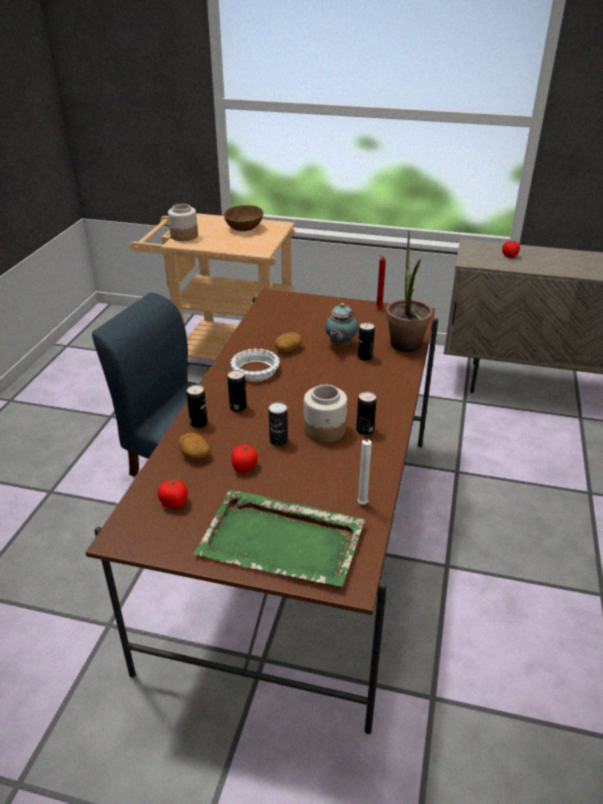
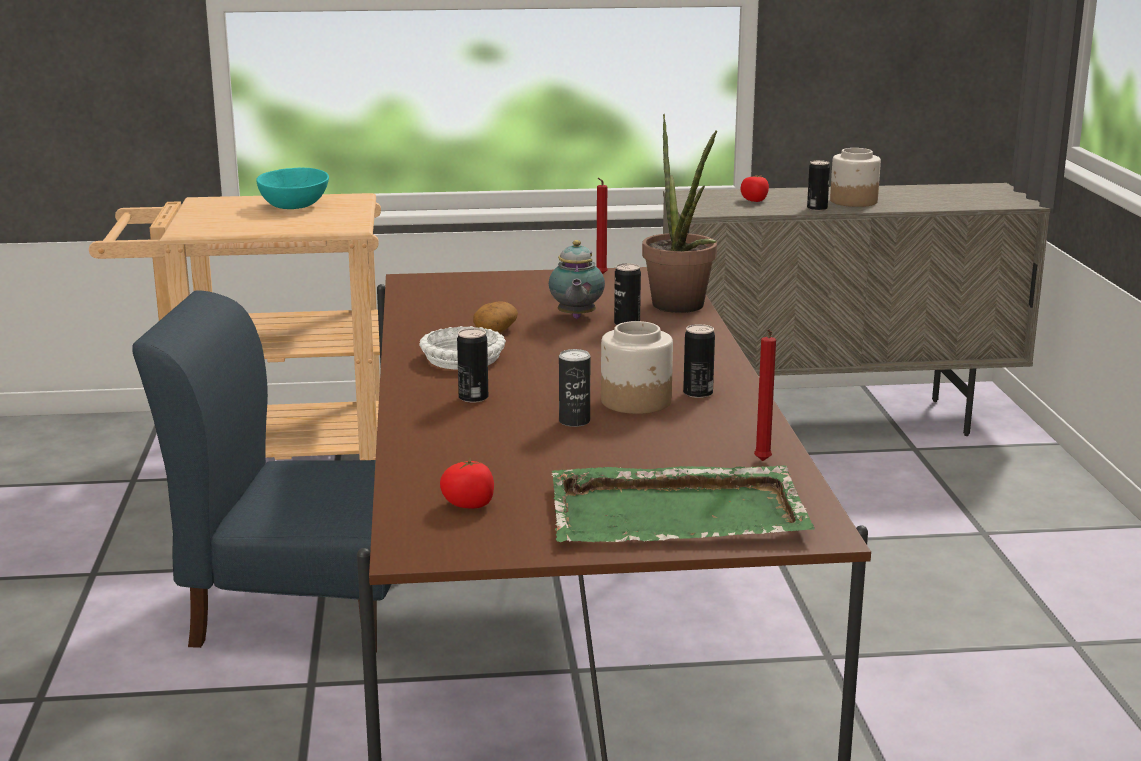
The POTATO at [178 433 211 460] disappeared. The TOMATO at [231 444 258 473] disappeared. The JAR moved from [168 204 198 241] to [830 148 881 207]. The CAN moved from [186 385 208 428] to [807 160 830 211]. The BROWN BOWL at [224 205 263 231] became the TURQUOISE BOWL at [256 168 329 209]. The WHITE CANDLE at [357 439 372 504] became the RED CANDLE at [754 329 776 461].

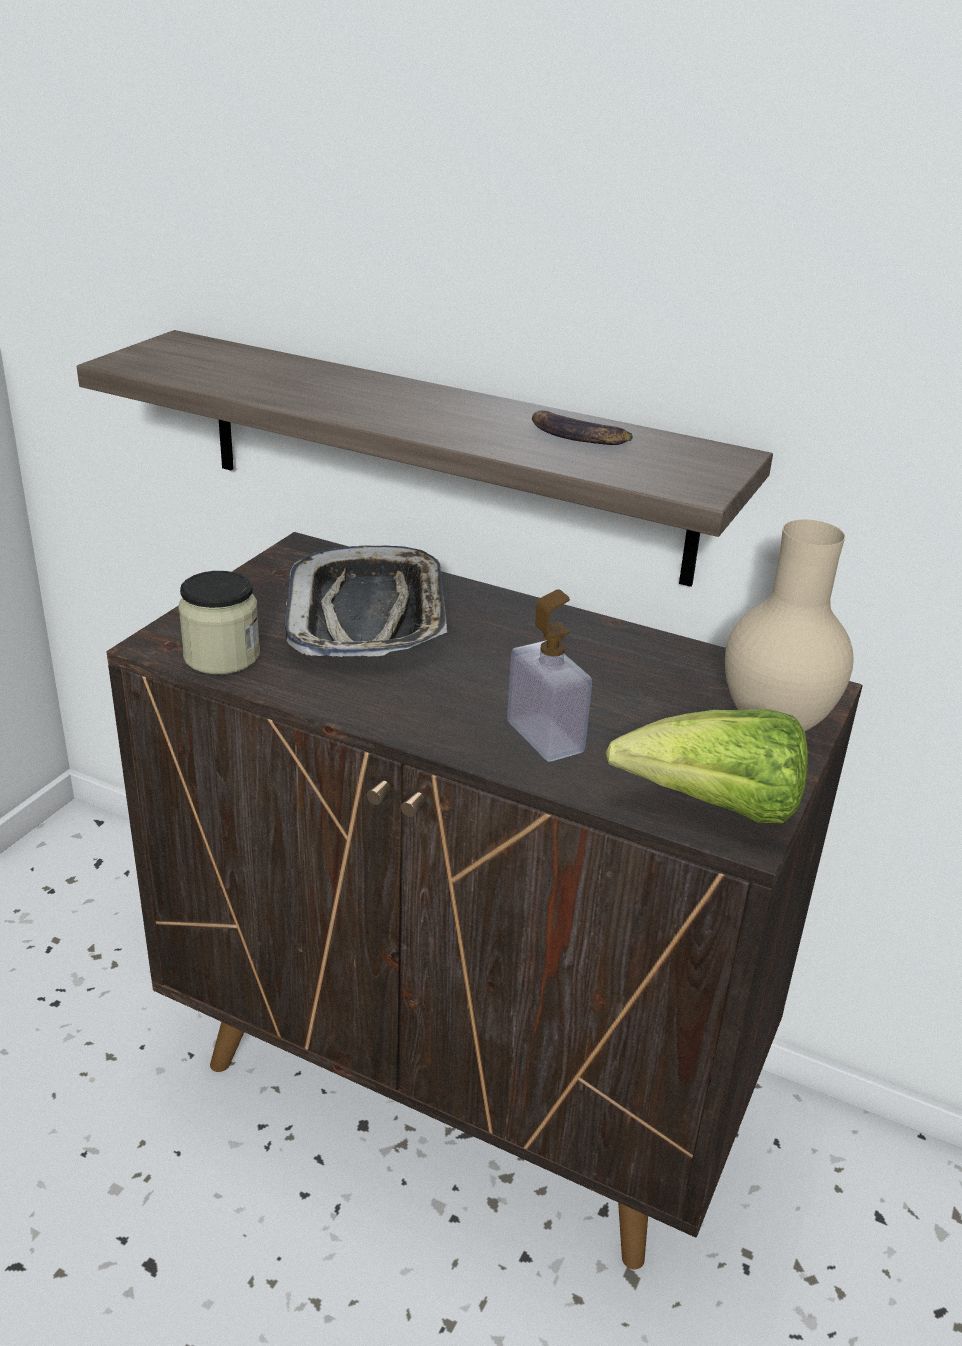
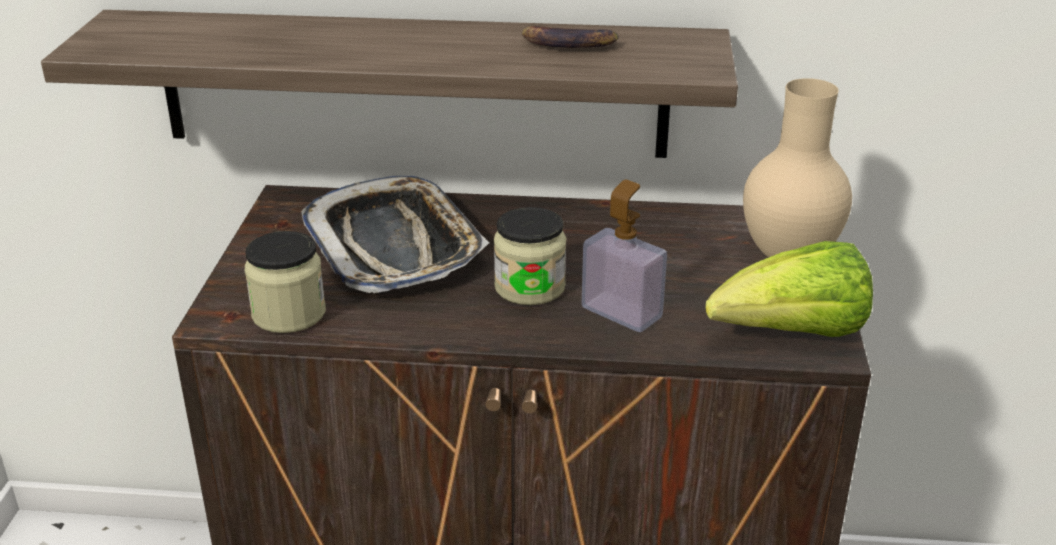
The JAR at [494 207 566 305] appeared.

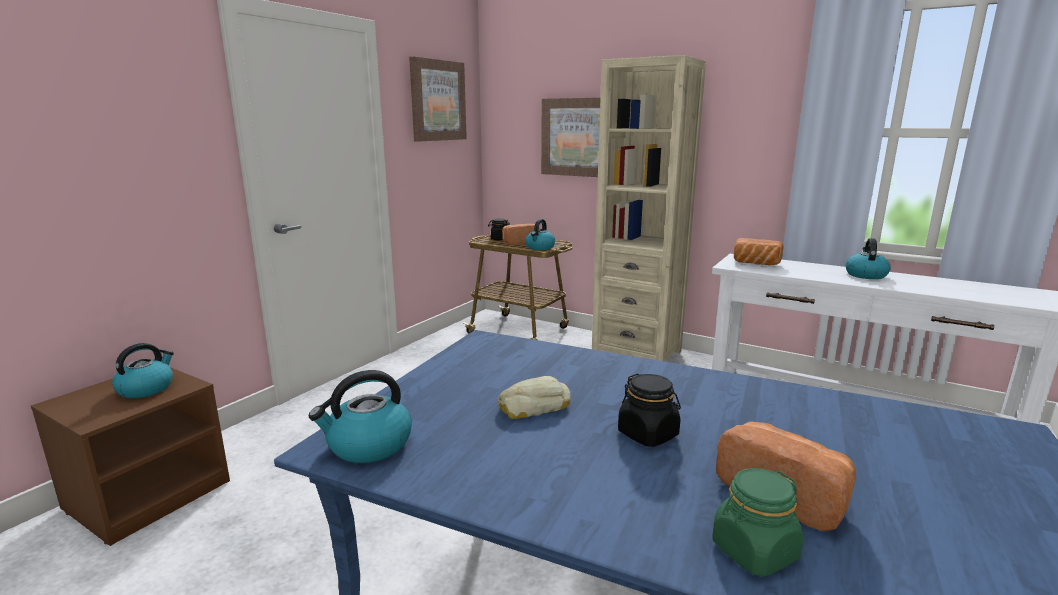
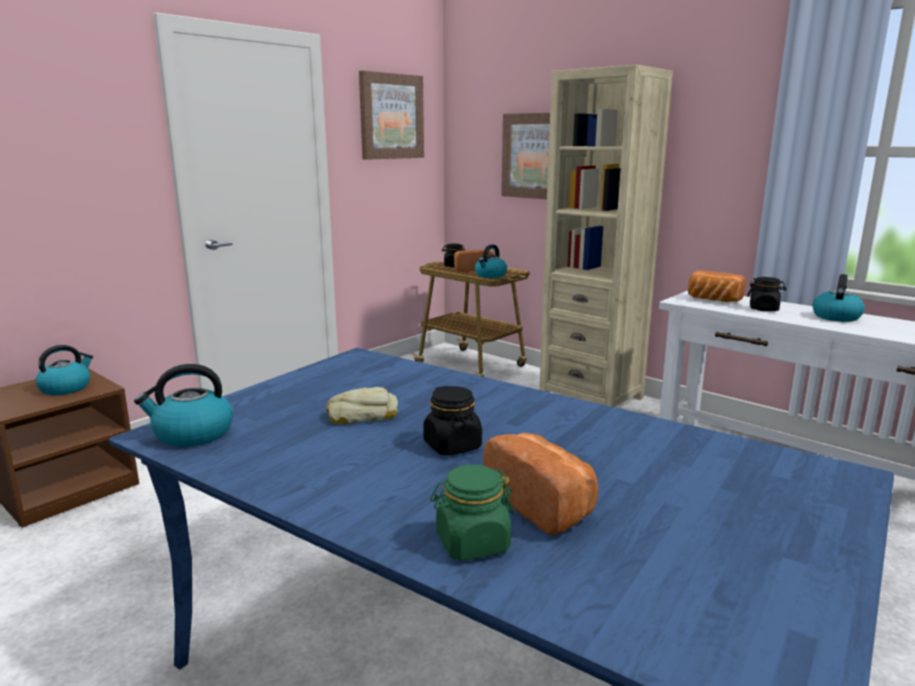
The BLACK JAR at [747 277 787 311] appeared.

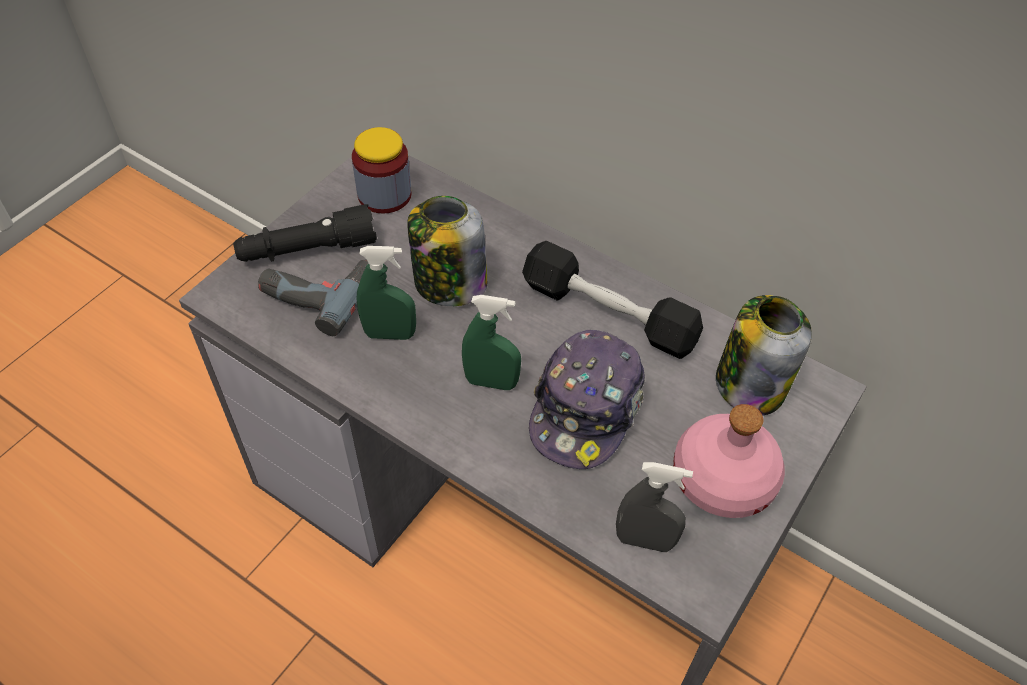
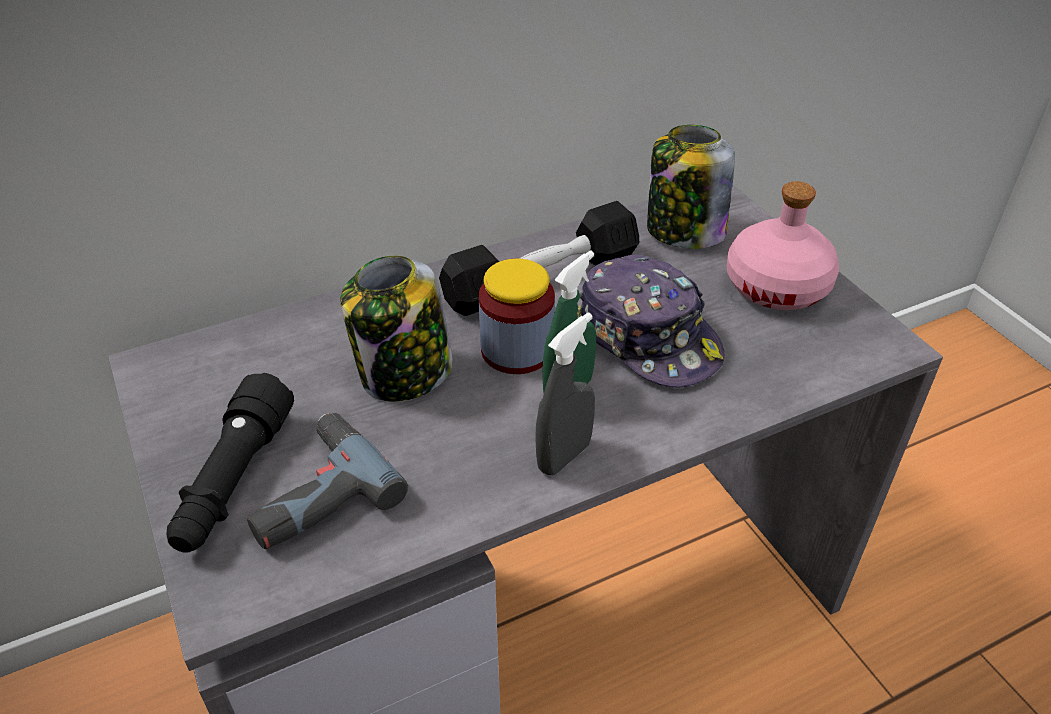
The GREEN SPRAY BOTTLE at [357 246 416 340] disappeared. The JAR moved from [352 127 412 214] to [479 258 555 374]. The GREY SPRAY BOTTLE moved from [616 462 693 552] to [535 312 595 475].

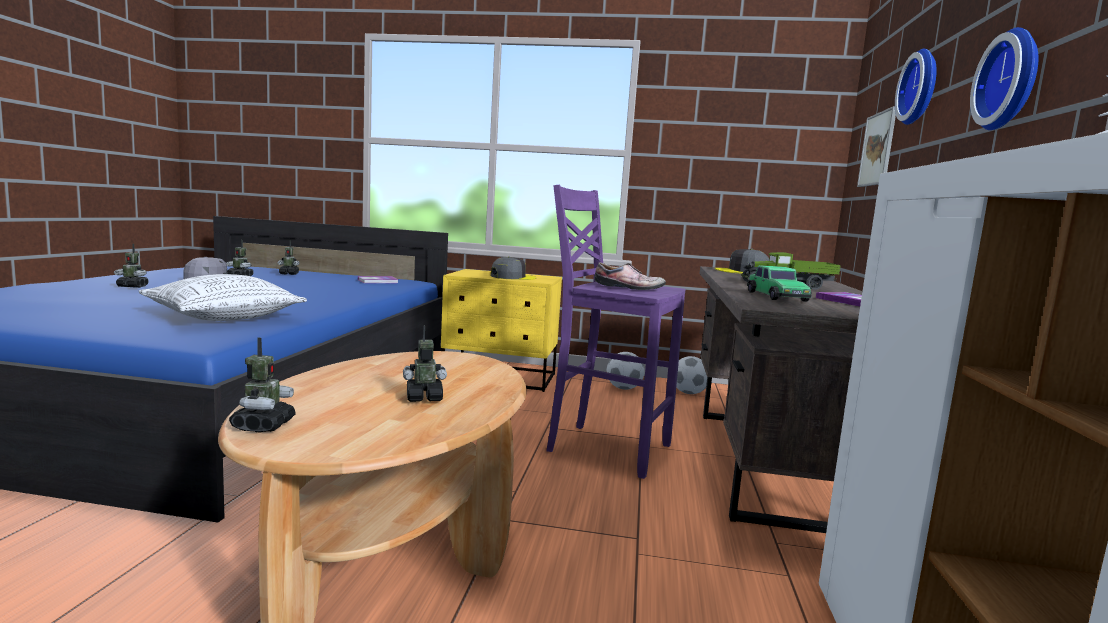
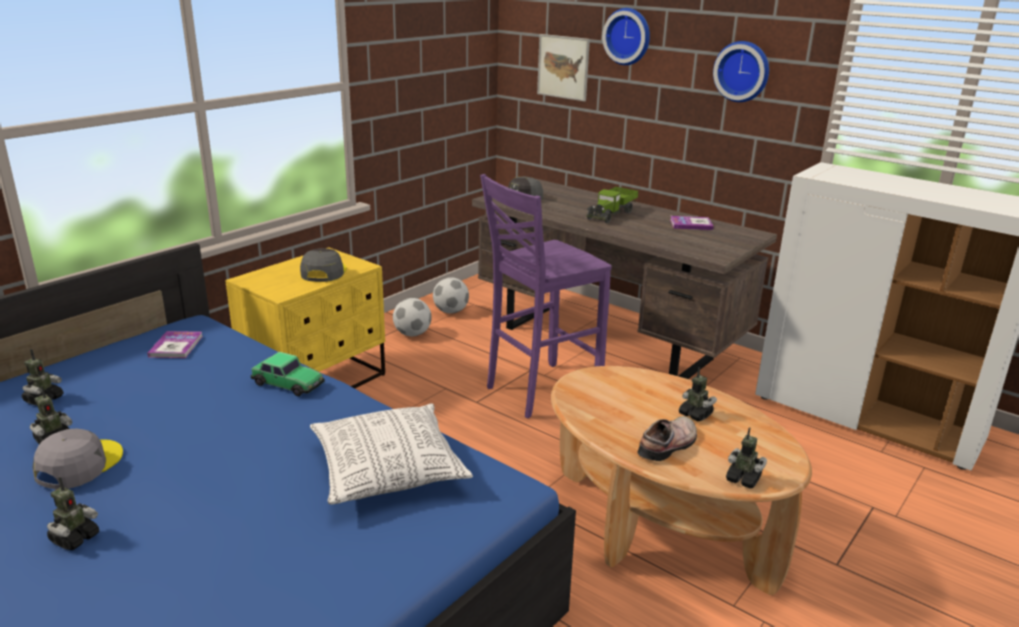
The SHOE moved from [594 262 666 290] to [638 416 697 461]. The TOY CAR moved from [747 265 812 302] to [251 352 325 396]. The TOY ROBOT at [403 325 447 402] turned 120 degrees clockwise.

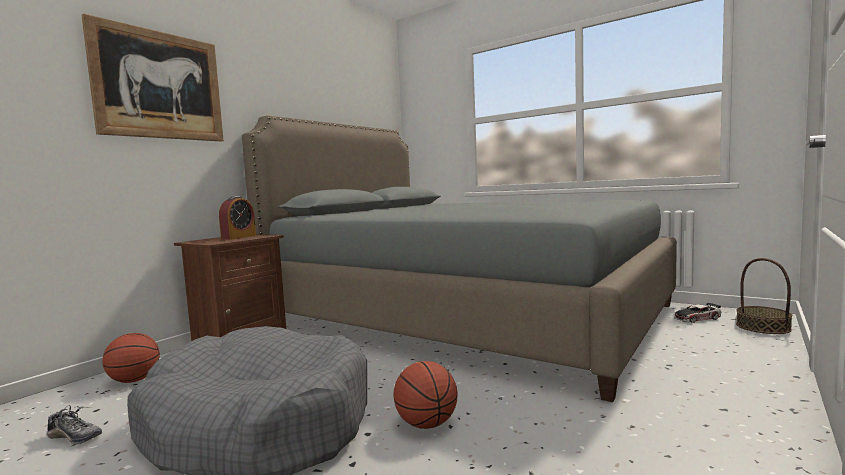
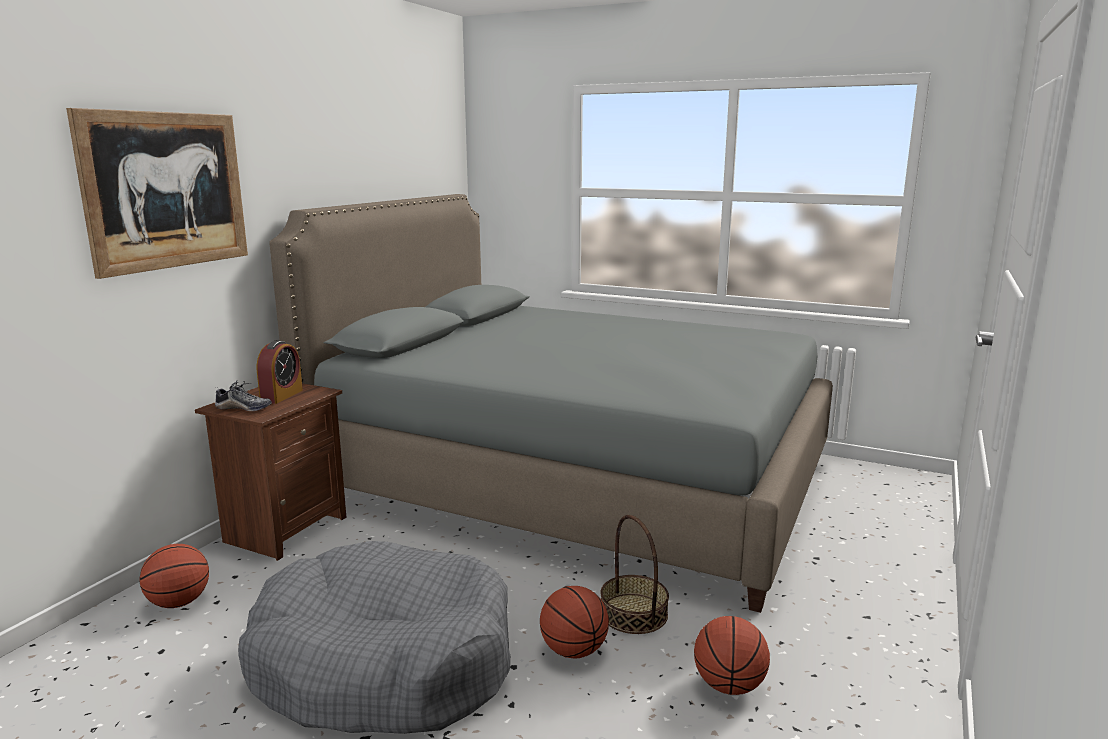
The TOY CAR at [674 303 721 323] disappeared. The BASKETBALL at [694 616 770 695] appeared. The SHOE moved from [47 405 102 444] to [214 380 272 411]. The BASKET moved from [736 258 792 334] to [600 515 669 634].

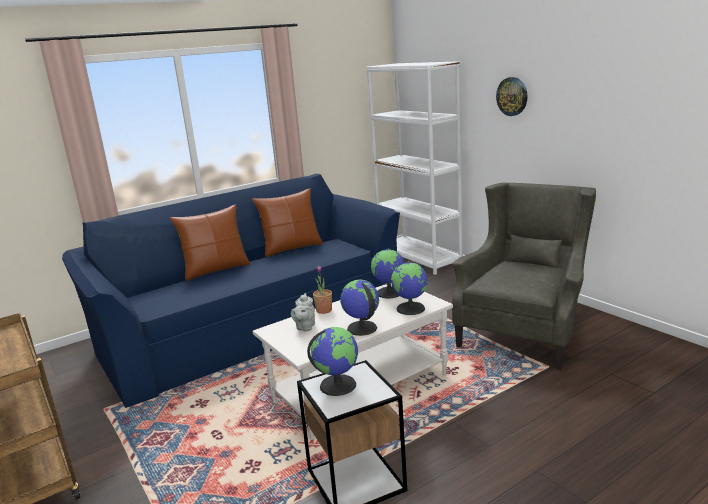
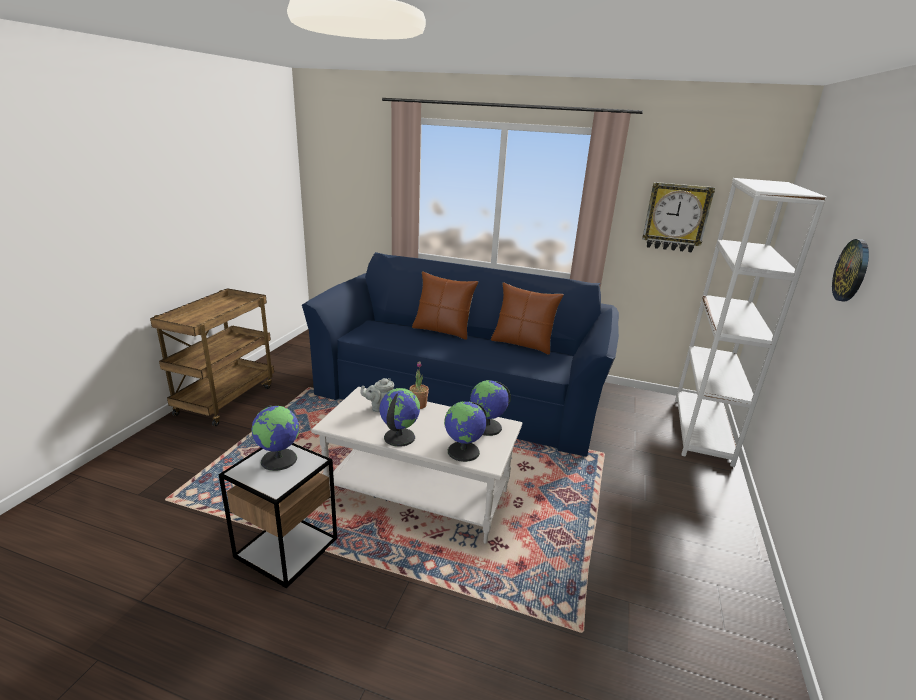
The GREY ARMCHAIR at [452 183 596 370] disappeared. The WALL CLOCK at [642 182 715 253] appeared.

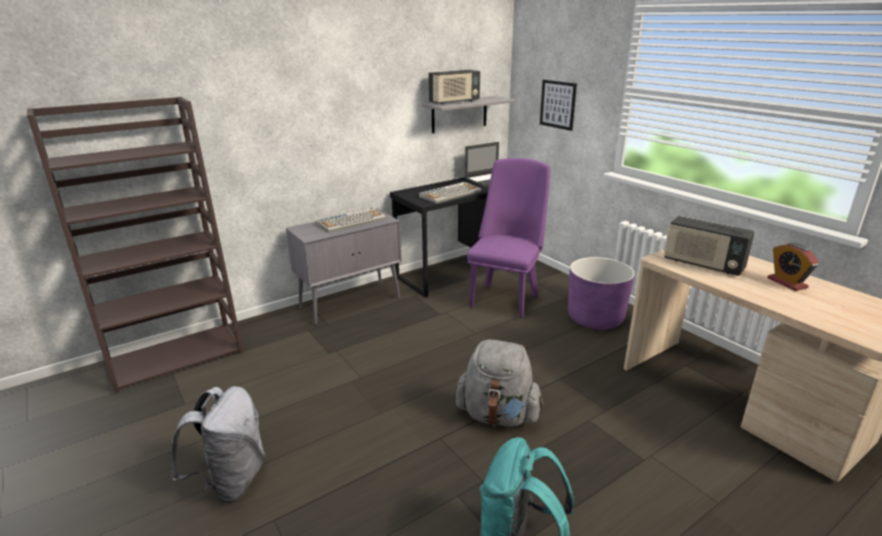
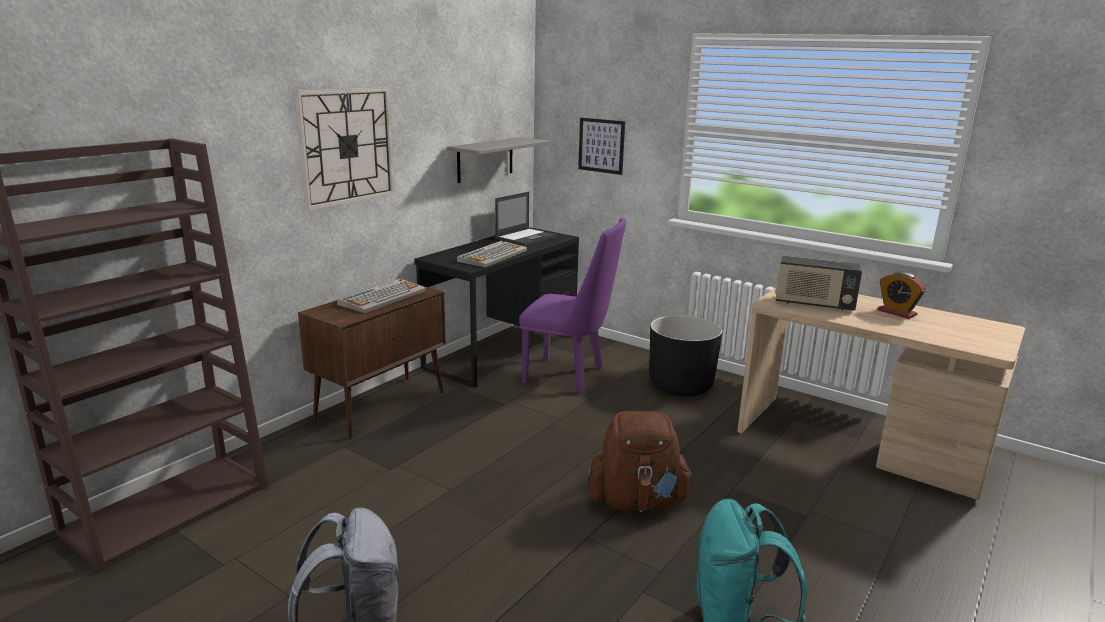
The RADIO at [429 70 480 105] disappeared. The WALL CLOCK at [294 87 395 211] appeared. The GREY CABINET at [286 208 402 325] became the BROWN CABINET at [298 285 446 439]. The GREY BACKPACK at [456 339 544 427] became the BROWN BACKPACK at [588 411 692 512]. The PURPLE PLANTER at [568 257 635 330] became the BLACK PLANTER at [649 315 723 396]. The PURPLE CHAIR at [467 158 550 318] turned 105 degrees clockwise.

